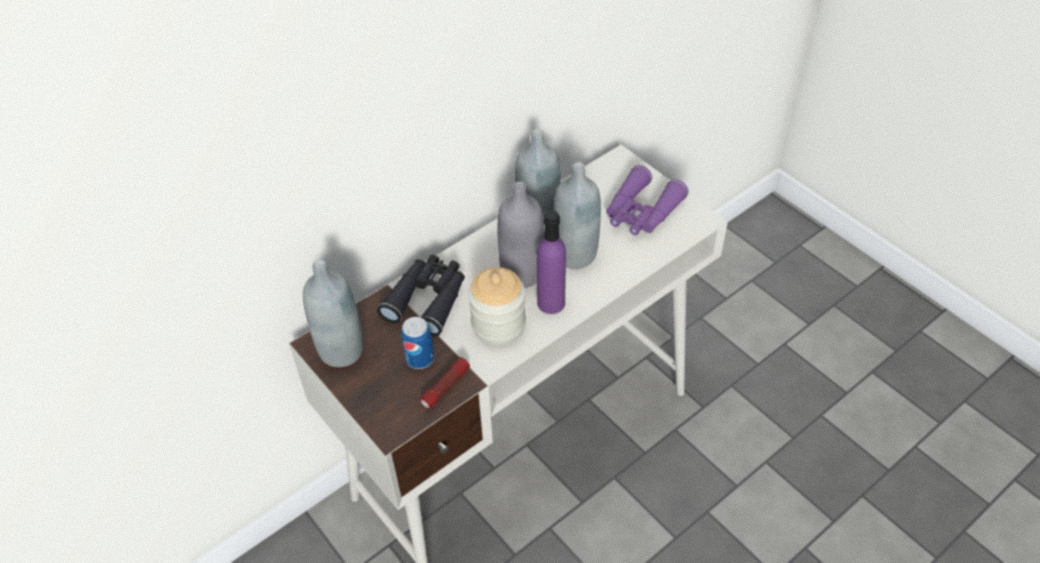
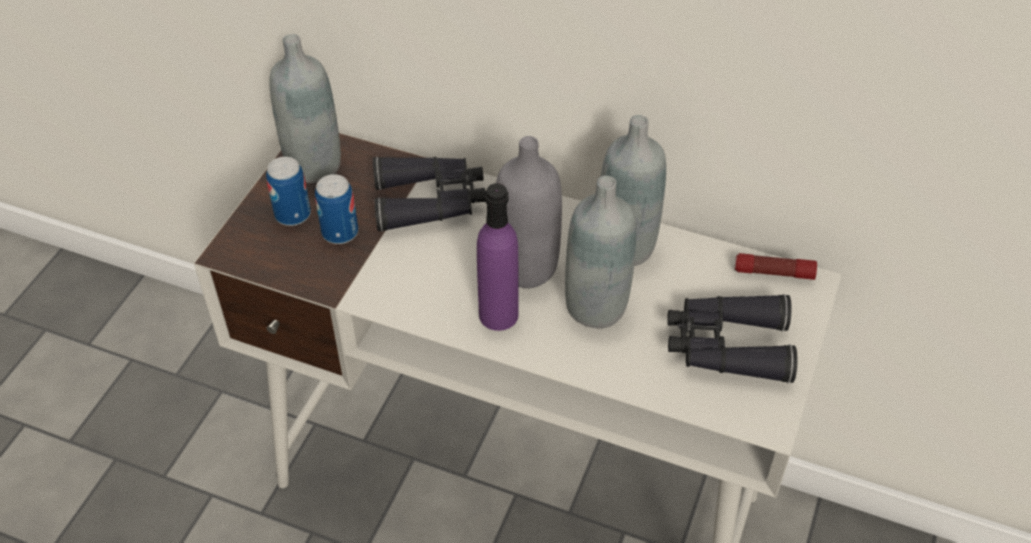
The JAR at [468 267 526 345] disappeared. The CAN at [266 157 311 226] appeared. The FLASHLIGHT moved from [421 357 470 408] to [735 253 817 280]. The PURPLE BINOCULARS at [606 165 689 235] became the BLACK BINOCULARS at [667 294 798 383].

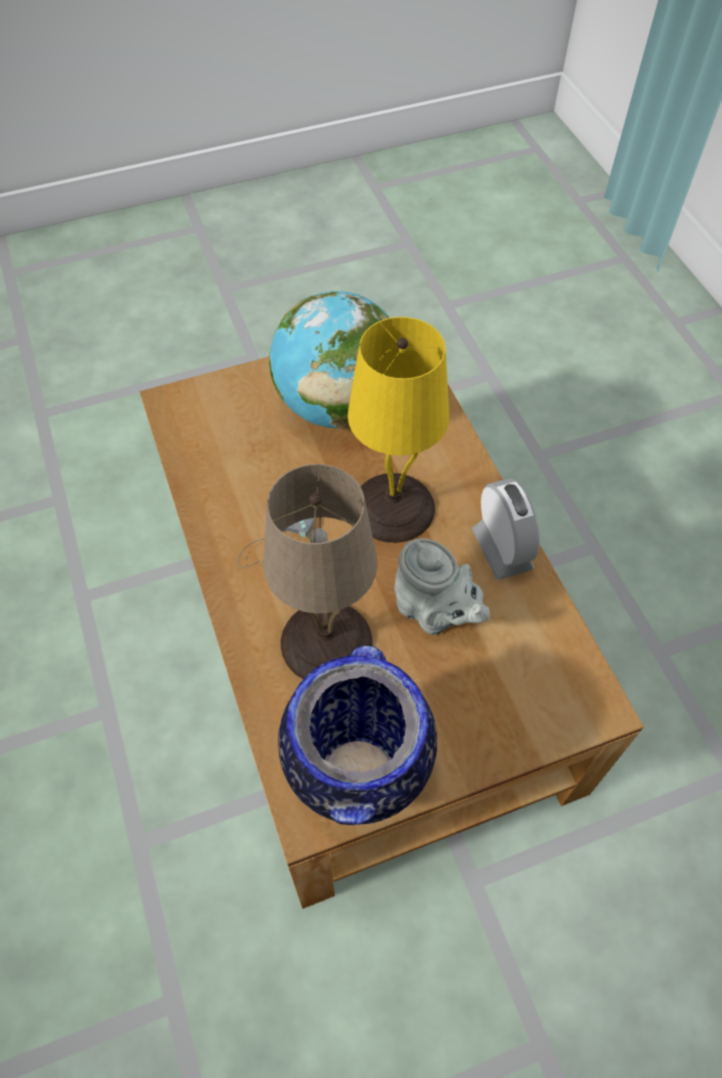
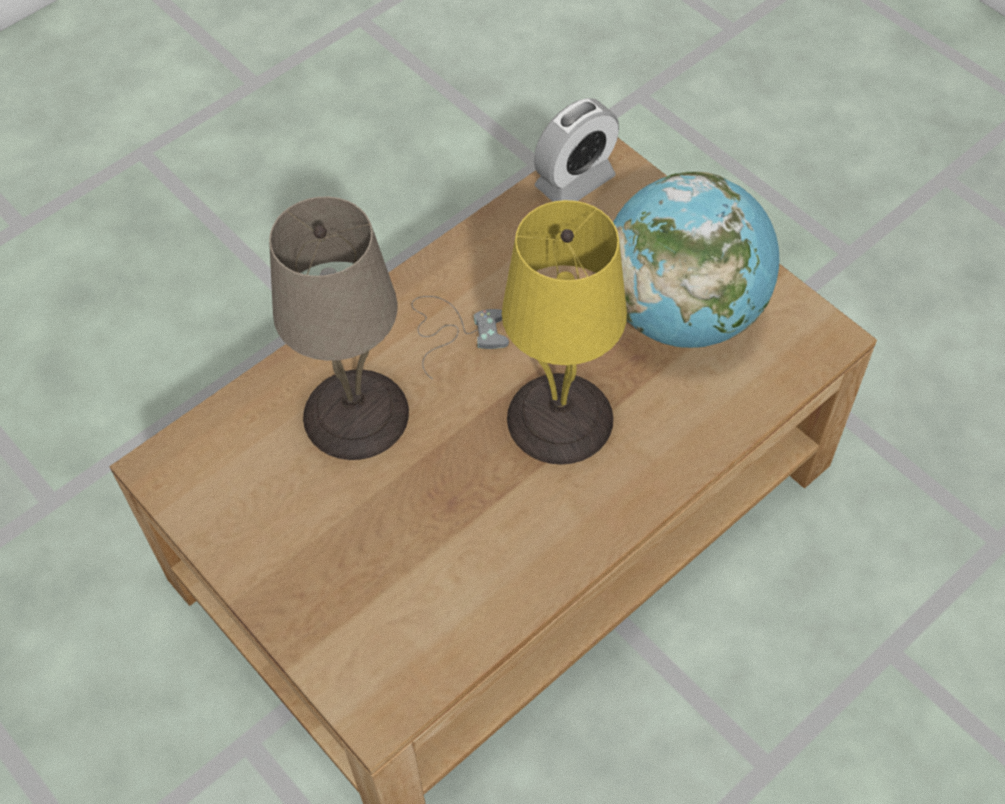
The VASE at [278 645 437 825] disappeared. The GREY TEAPOT at [395 538 490 635] disappeared. The ALARM CLOCK moved from [472 478 540 580] to [534 98 619 202].

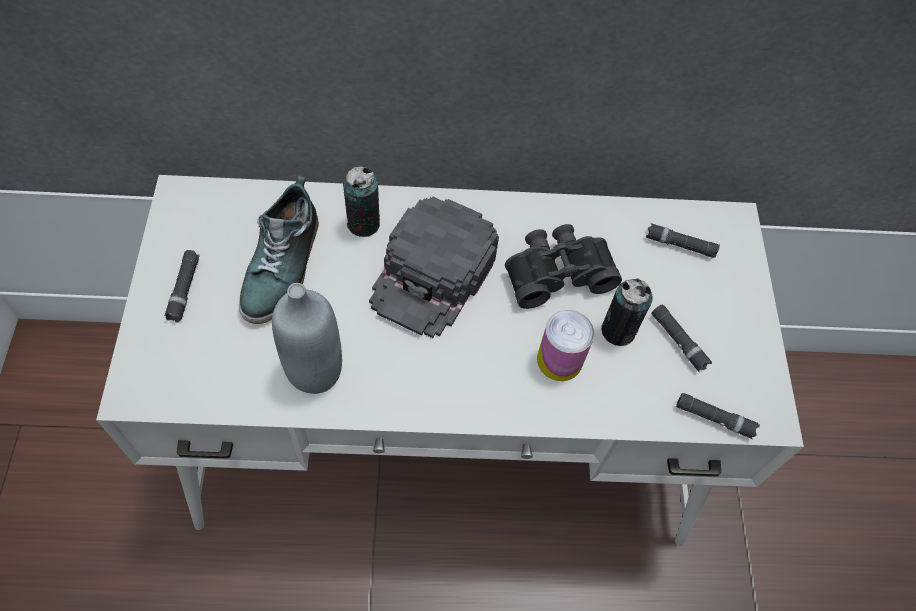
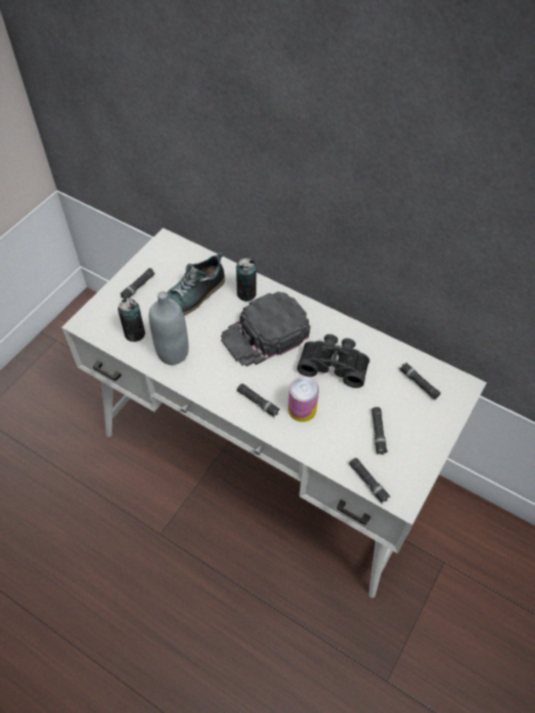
The BLACK FLASHLIGHT at [237 384 280 417] appeared. The CAN moved from [601 278 653 346] to [118 298 145 342].

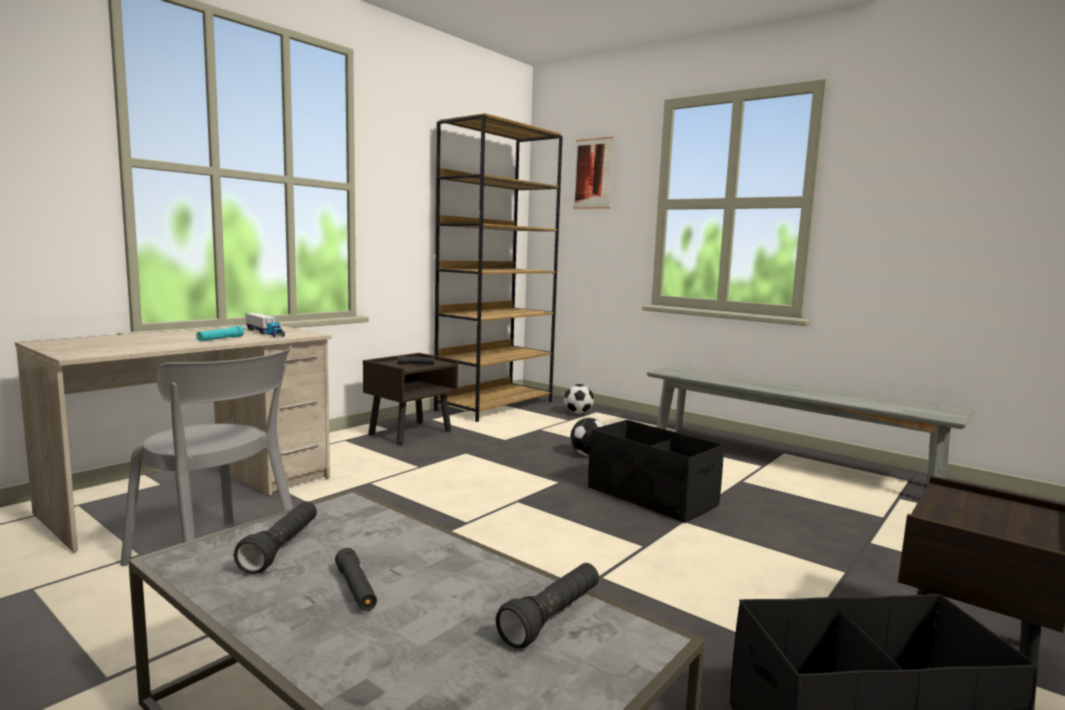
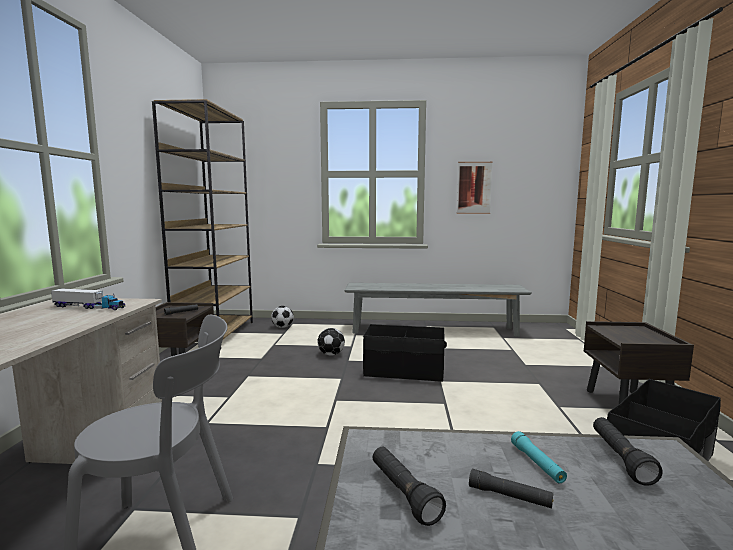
The TURQUOISE FLASHLIGHT moved from [196 326 244 341] to [511 431 567 483]. The PICTURE moved from [573 137 614 209] to [457 162 493 214].

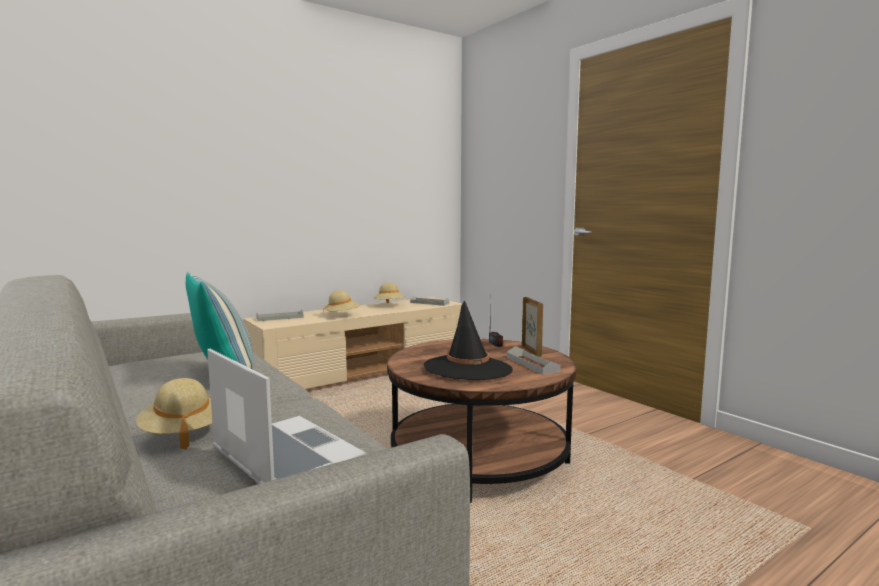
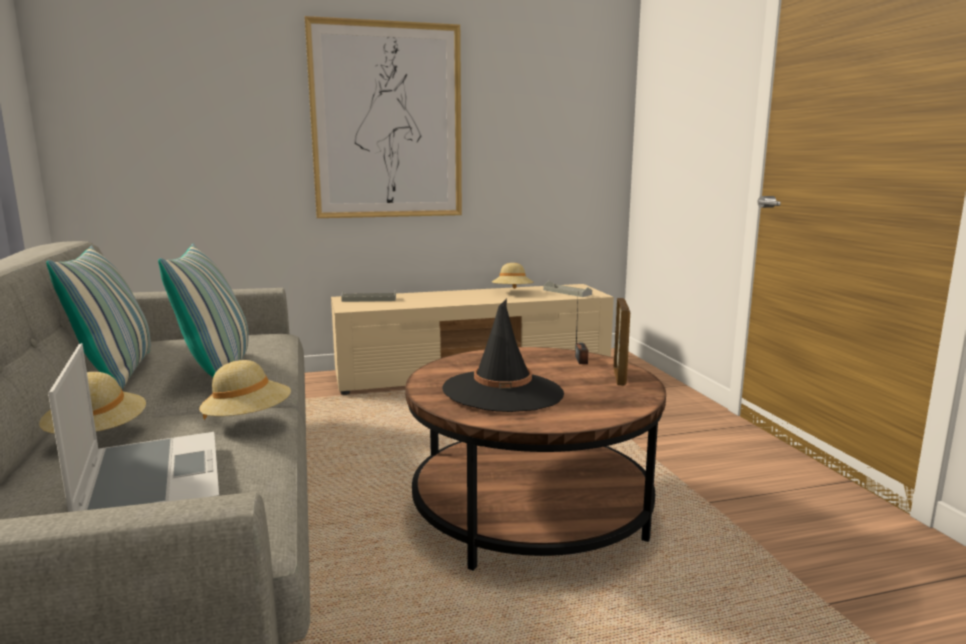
The GREY TRAY at [507 346 561 375] disappeared. The PILLOW at [46 246 151 389] appeared. The PICTURE at [305 16 462 218] appeared. The BEIGE HAT moved from [323 291 360 316] to [199 360 291 420].

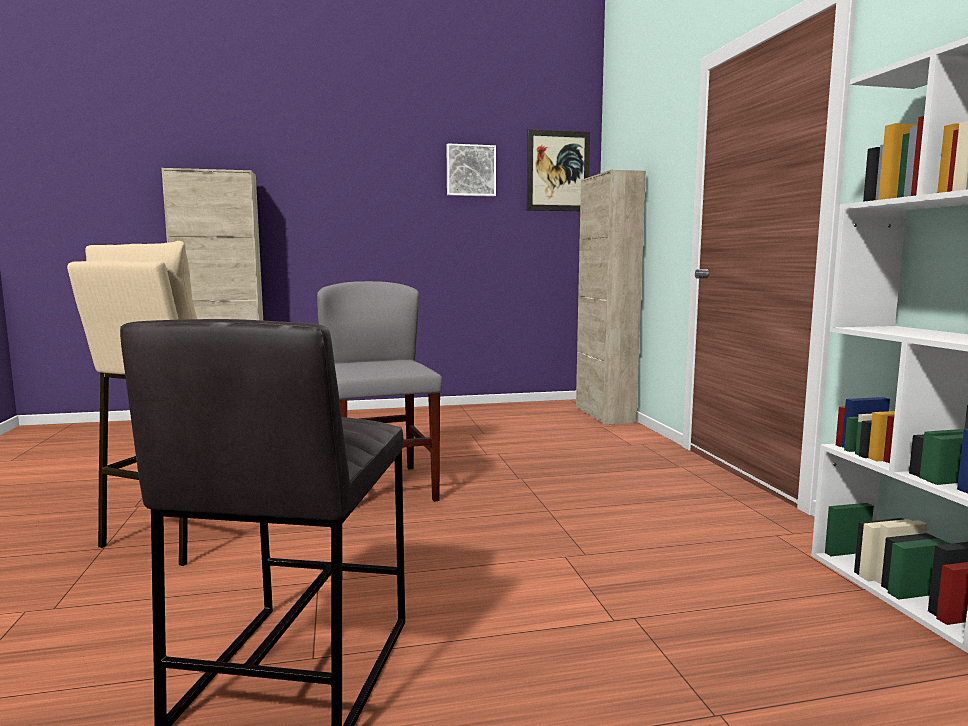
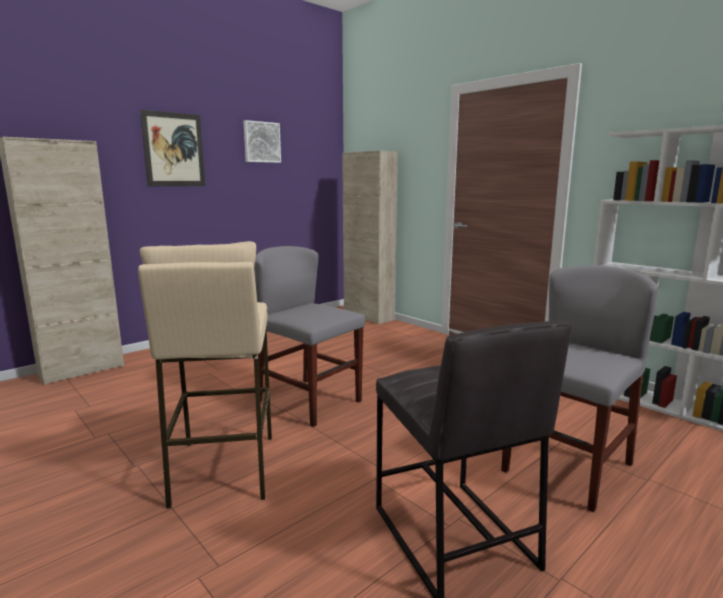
The GREY CHAIR at [501 265 658 512] appeared. The PICTURE moved from [527 129 590 211] to [140 110 205 186].

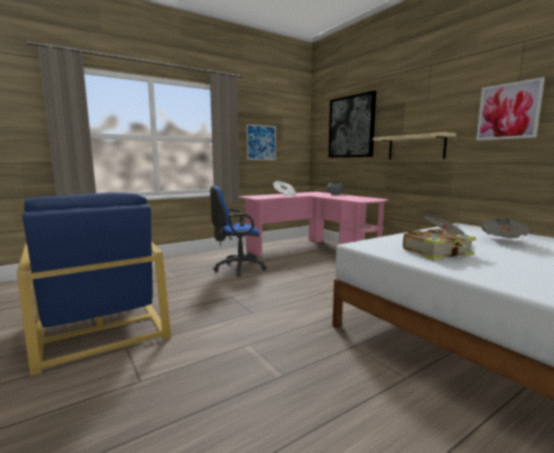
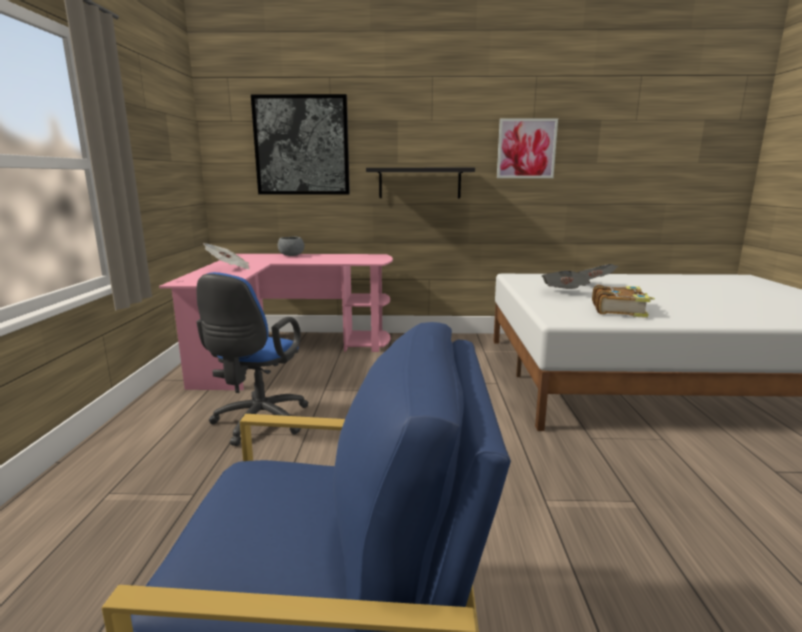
The PICTURE at [246 124 276 160] disappeared. The BEIGE SHELF at [373 132 456 159] became the BLACK SHELF at [366 168 475 198].

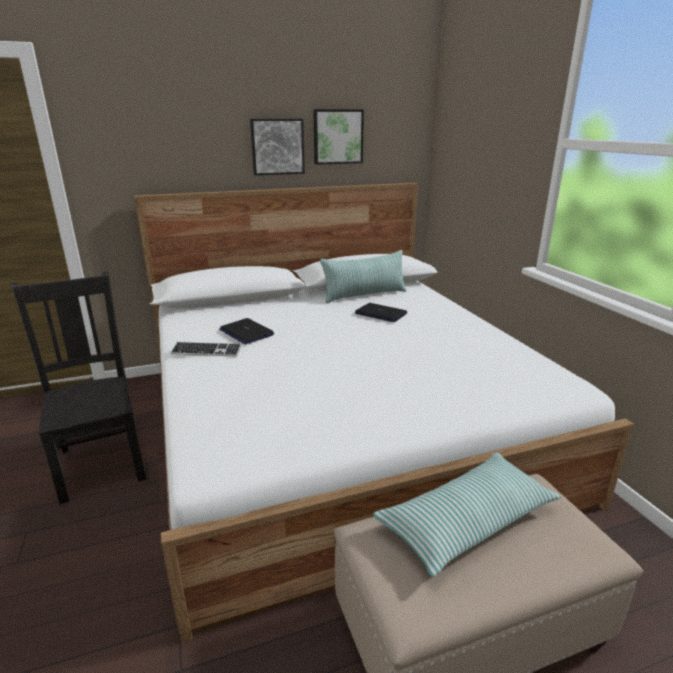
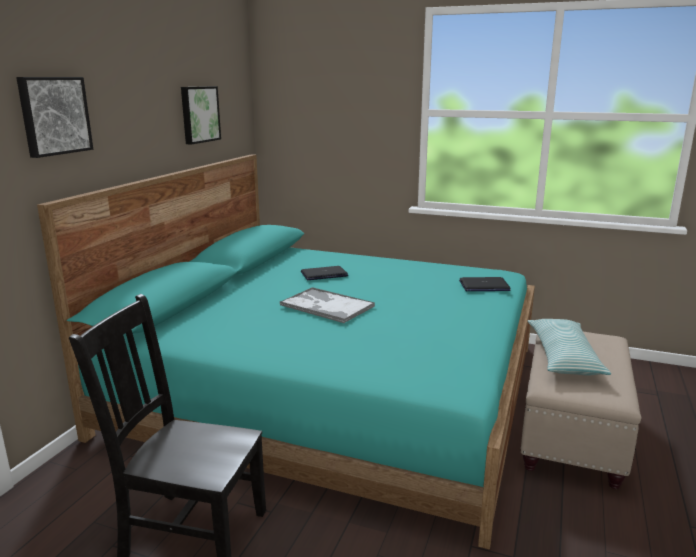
The KEYBOARD at [171 342 242 356] disappeared. The PILLOW at [320 250 407 303] disappeared. The TRAY at [280 287 375 324] appeared. The LAPTOP moved from [219 318 274 344] to [459 277 511 291]. The PICTURE moved from [250 119 305 175] to [16 77 93 158]. The WHITE BED at [134 183 634 643] became the TURQUOISE BED at [37 154 535 549].

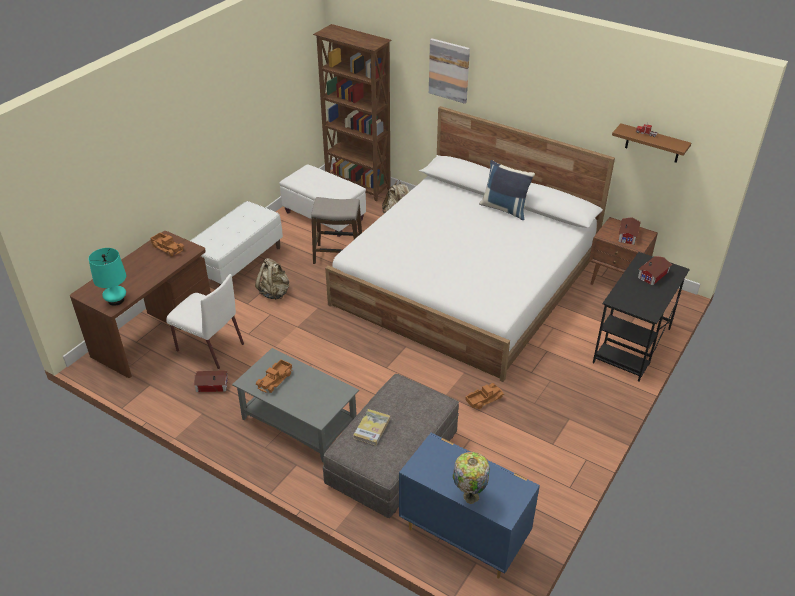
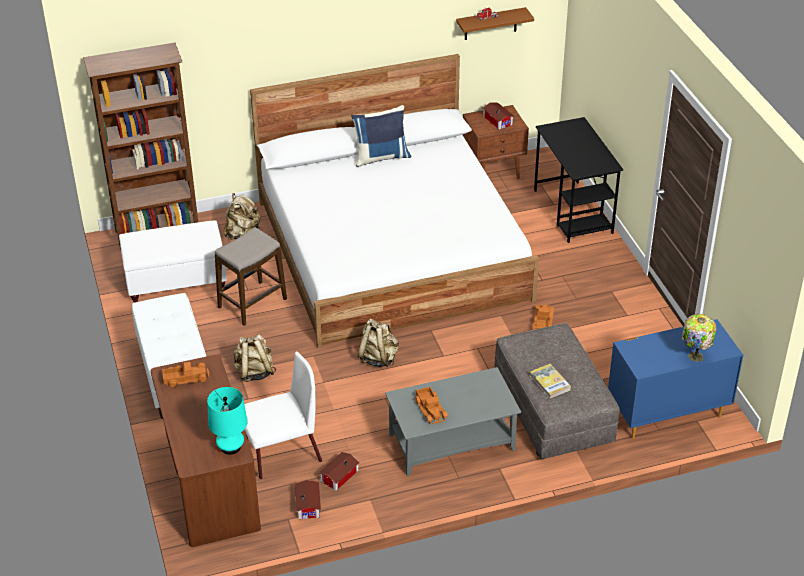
The PICTURE at [429 38 470 104] disappeared. The BEIGE BACKPACK at [358 319 399 367] appeared. The TOY HOUSE moved from [638 256 672 286] to [295 480 321 519].

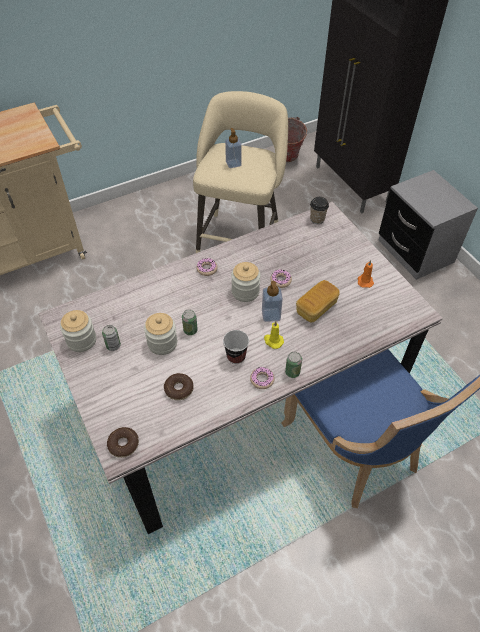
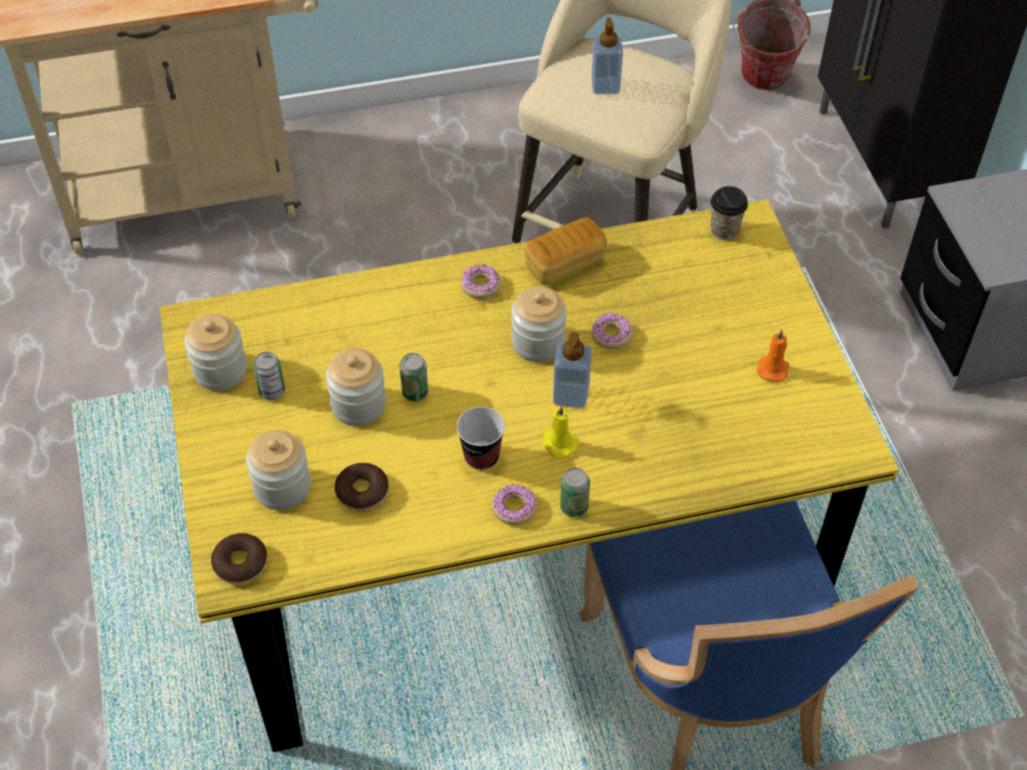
The JAR at [246 430 311 510] appeared. The BREAD moved from [296 280 340 323] to [524 217 607 286]. The GREY DINING TABLE at [38 202 443 534] became the YELLOW DINING TABLE at [160 199 899 752].

